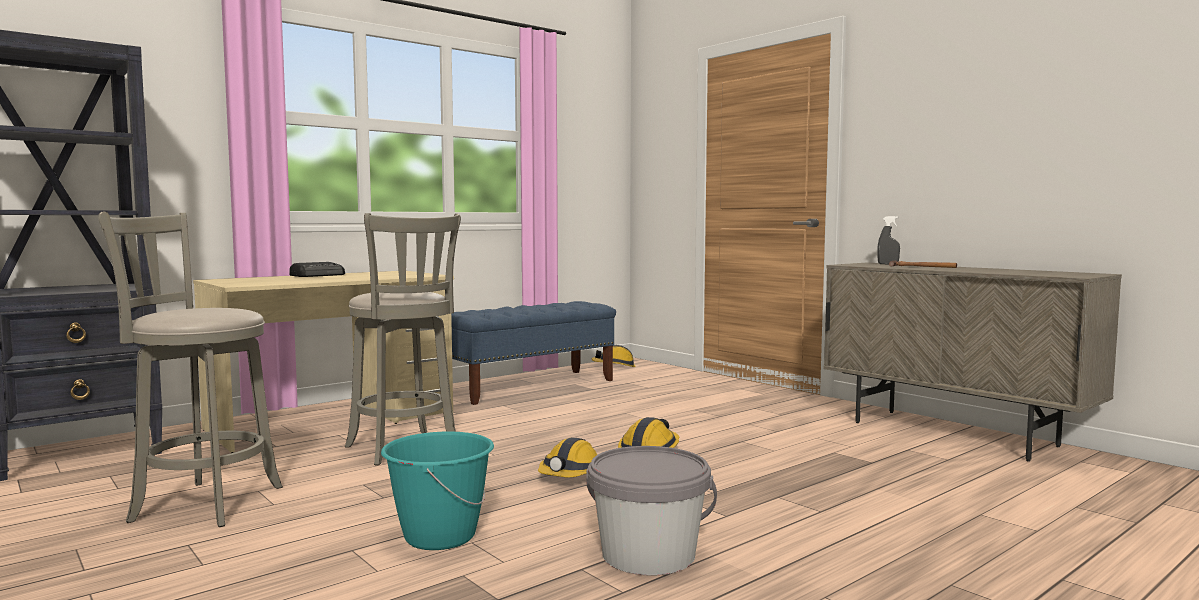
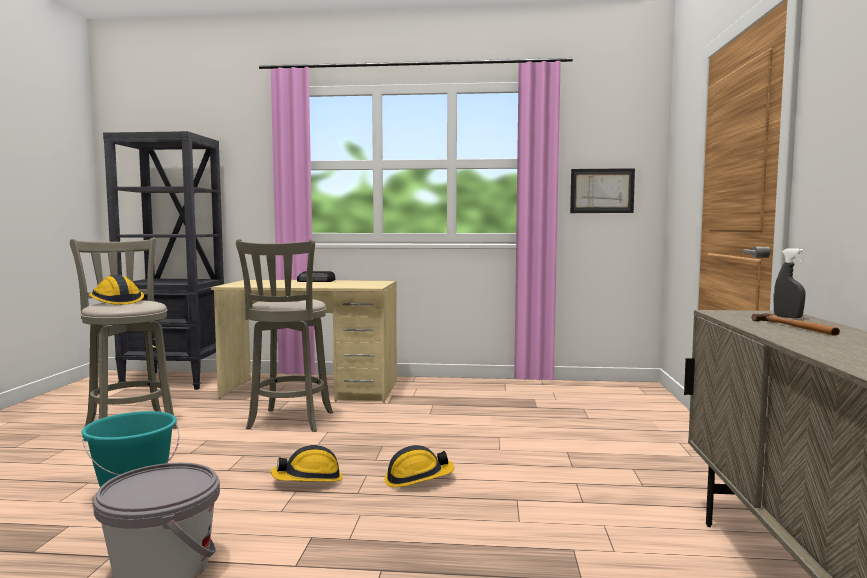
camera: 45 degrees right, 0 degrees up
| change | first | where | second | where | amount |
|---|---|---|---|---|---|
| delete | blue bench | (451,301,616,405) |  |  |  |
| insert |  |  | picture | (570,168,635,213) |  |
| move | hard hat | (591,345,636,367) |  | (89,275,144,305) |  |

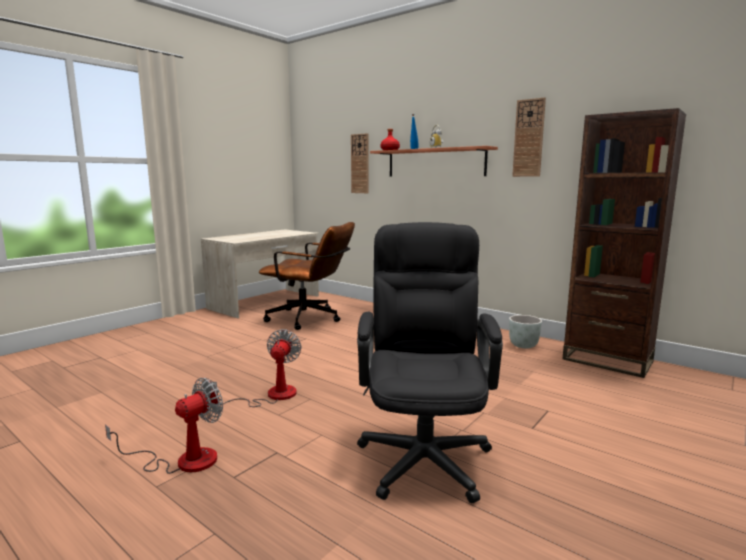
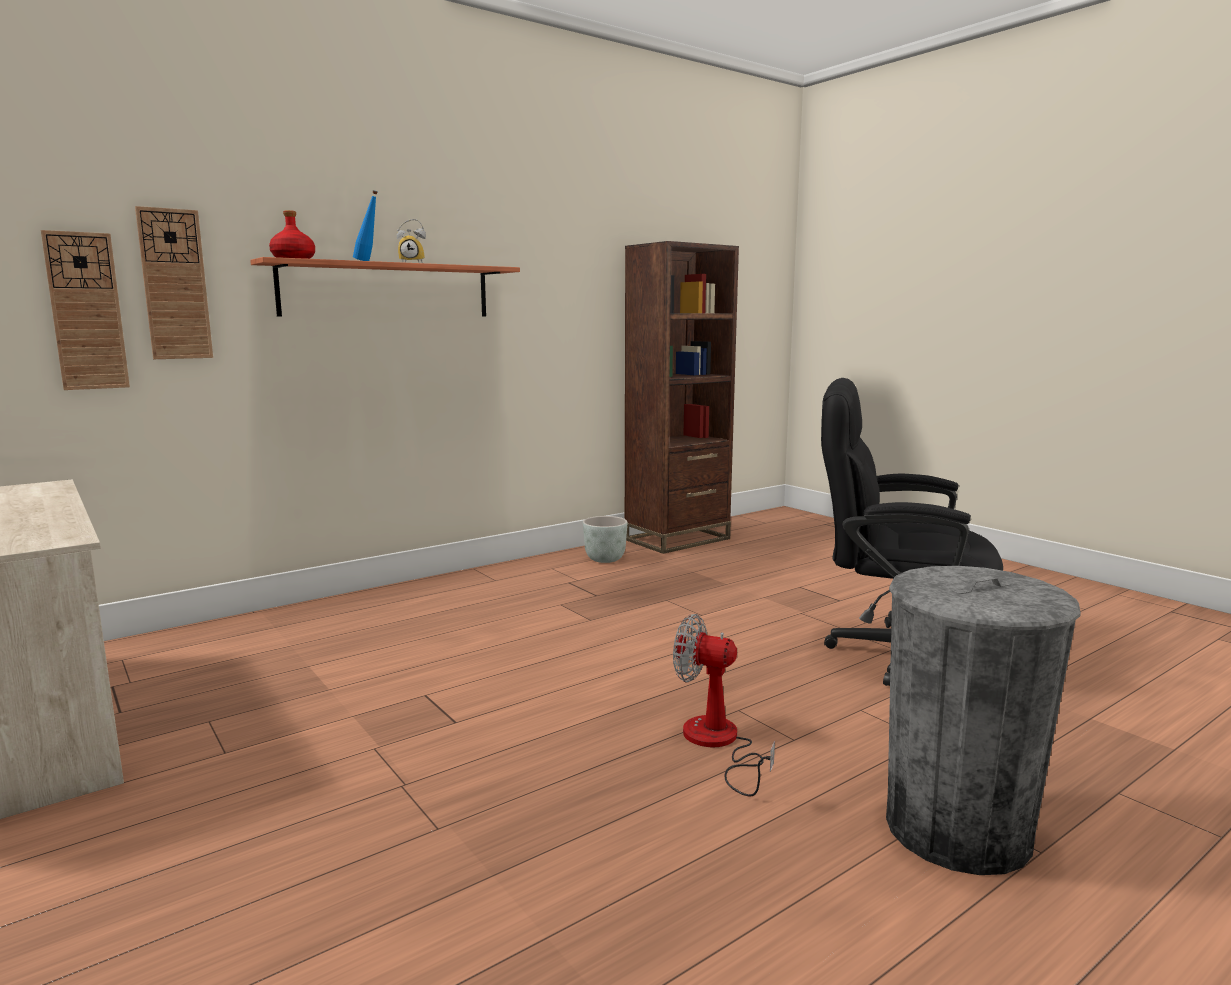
camera: 75 degrees left, 0 degrees up
| change | first | where | second | where | amount |
|---|---|---|---|---|---|
| delete | brown office chair | (259,222,355,330) |  |  |  |
| move | wall clock | (512,97,546,177) |  | (41,230,130,390) |  |
| replace | fan | (105,378,223,474) | grey trash can | (886,566,1081,875) |  |

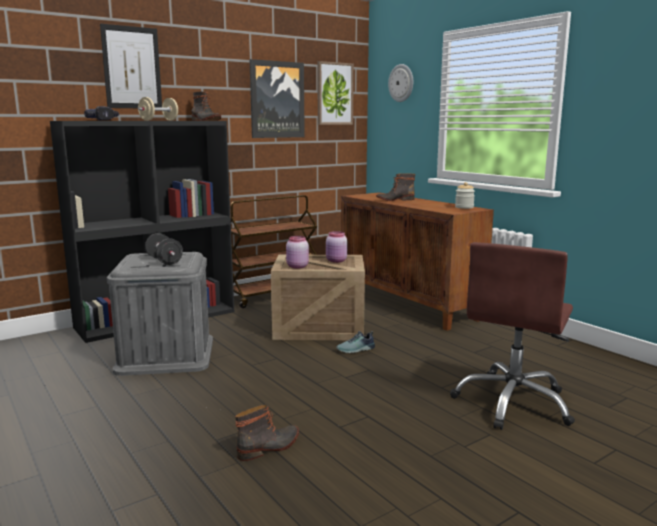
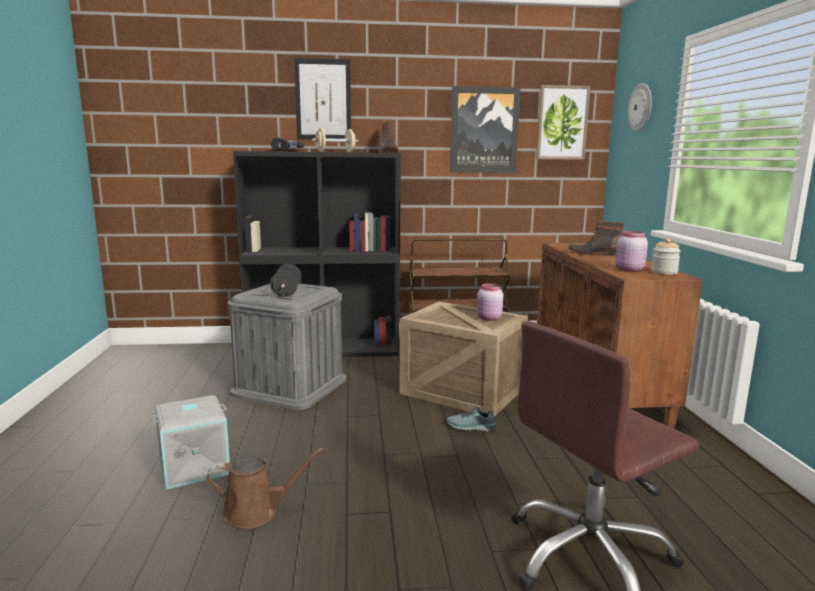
camera: 30 degrees right, 0 degrees up
| change | first | where | second | where | amount |
|---|---|---|---|---|---|
| insert |  |  | grey storage box | (152,395,230,490) |  |
| move | pink jar | (286,236,309,269) |  | (615,231,648,272) |  |
| replace | boot | (235,405,299,461) | brown watering can | (205,448,324,529) |  |

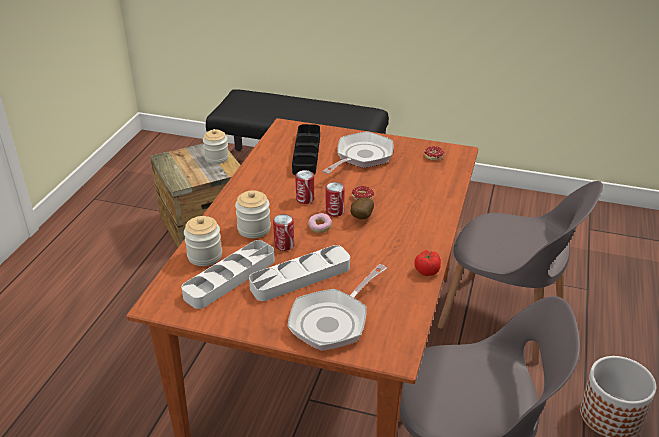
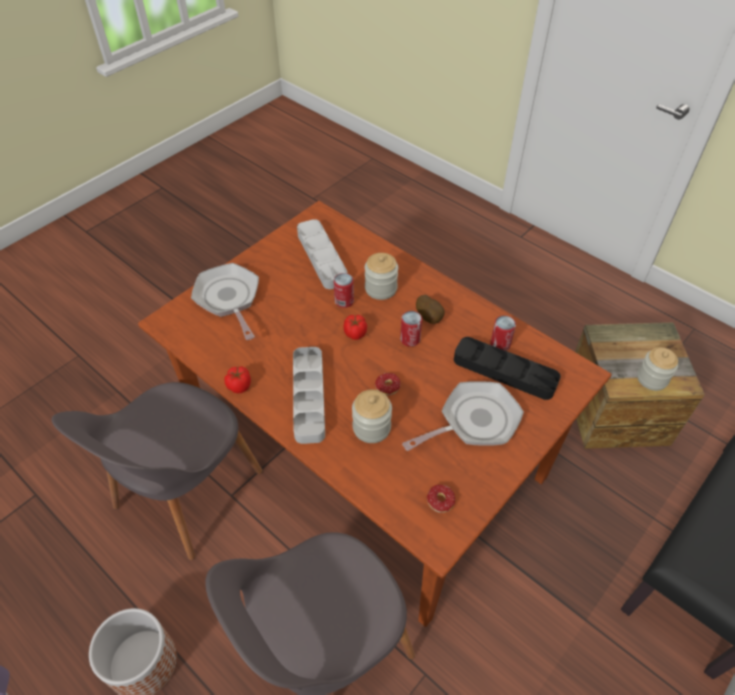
camera: 115 degrees right, 15 degrees up
| change | first | where | second | where | amount |
|---|---|---|---|---|---|
| move | jar | (184,216,222,266) |  | (352,389,392,443) |  |
| move | grey tray | (249,245,350,301) |  | (293,347,325,444) |  |
| move | can | (325,182,345,217) |  | (490,316,516,351) |  |
| move | potato | (350,198,374,219) |  | (416,295,445,324) |  |
| replace | donut | (308,213,332,233) | tomato | (343,315,367,340) |  |
| rotate | frying pan | (322,131,393,174) |  | (402,381,524,451) | 90 degrees counterclockwise |

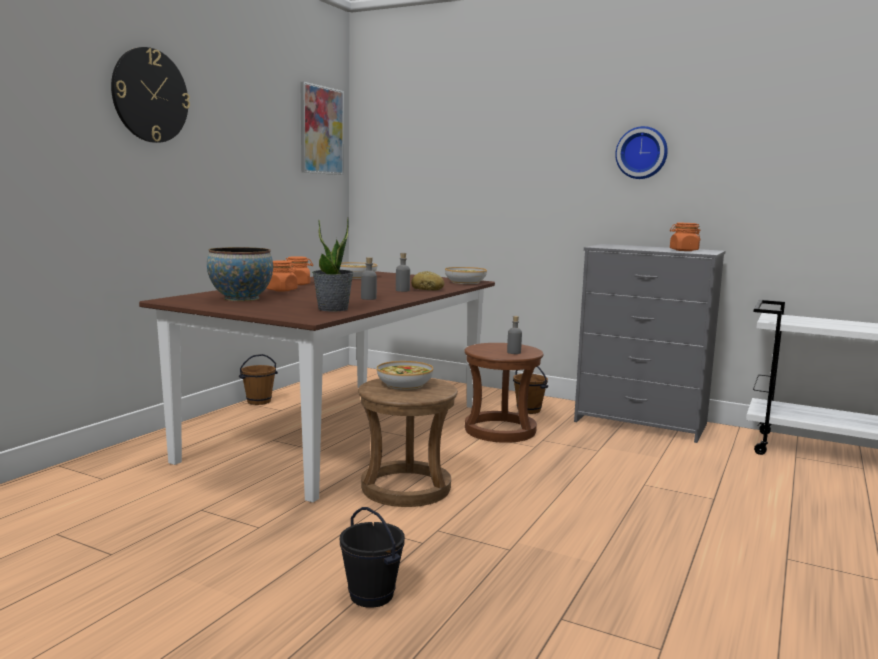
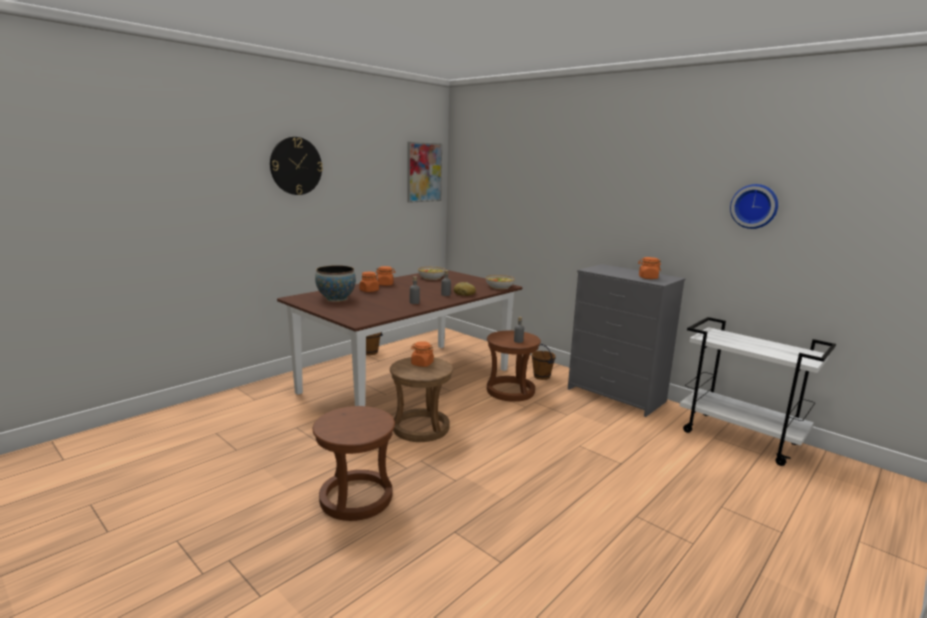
camera: 15 degrees right, 5 degrees up
| change | first | where | second | where | amount |
|---|---|---|---|---|---|
| delete | potted plant | (312,218,354,312) |  |  |  |
| move | wall clock | (615,126,668,179) |  | (730,184,778,229) |  |
| replace | black bucket | (340,507,405,608) | brown stool | (313,406,395,521) |  |
| replace | bowl | (377,361,433,390) | orange jar | (411,341,434,367) |  |

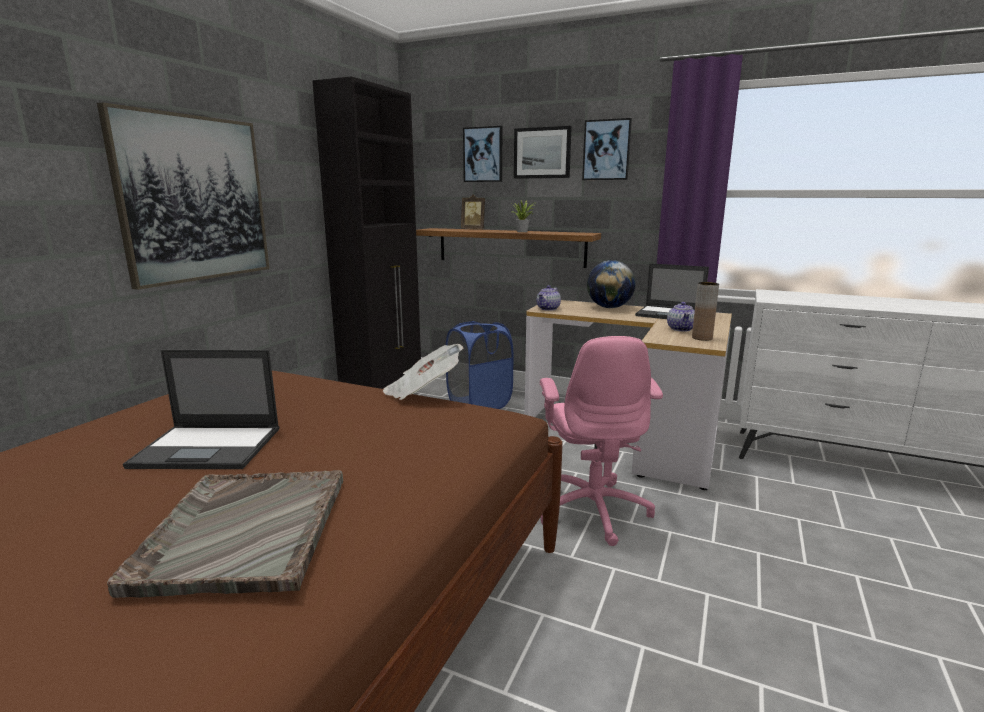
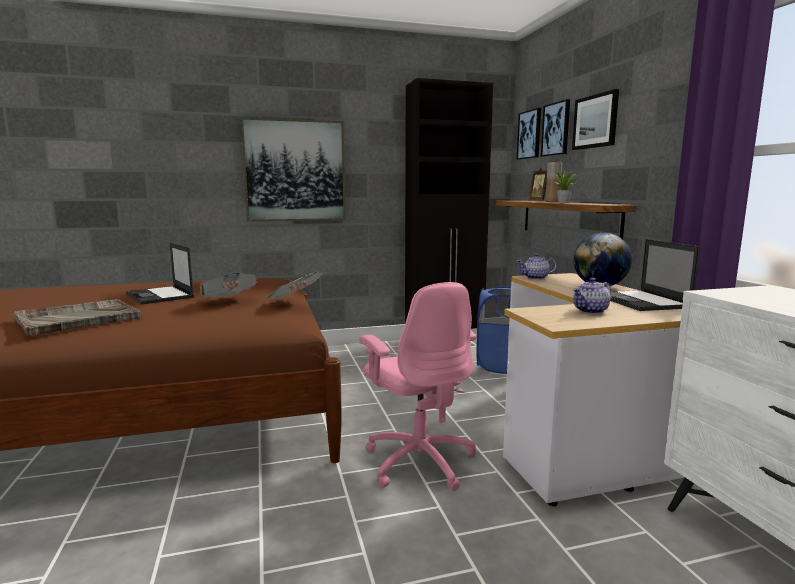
camera: 50 degrees right, 5 degrees down
| change | first | where | second | where | amount |
|---|---|---|---|---|---|
| insert |  |  | newspaper | (200,272,257,297) |  |
| move | picture | (582,118,632,180) |  | (517,108,541,160) |  |
| move | brown vase | (692,282,719,341) |  | (545,162,562,202) |  |
| rotate | pink office chair | (540,336,663,546) |  | (359,282,477,491) | 75 degrees counterclockwise |

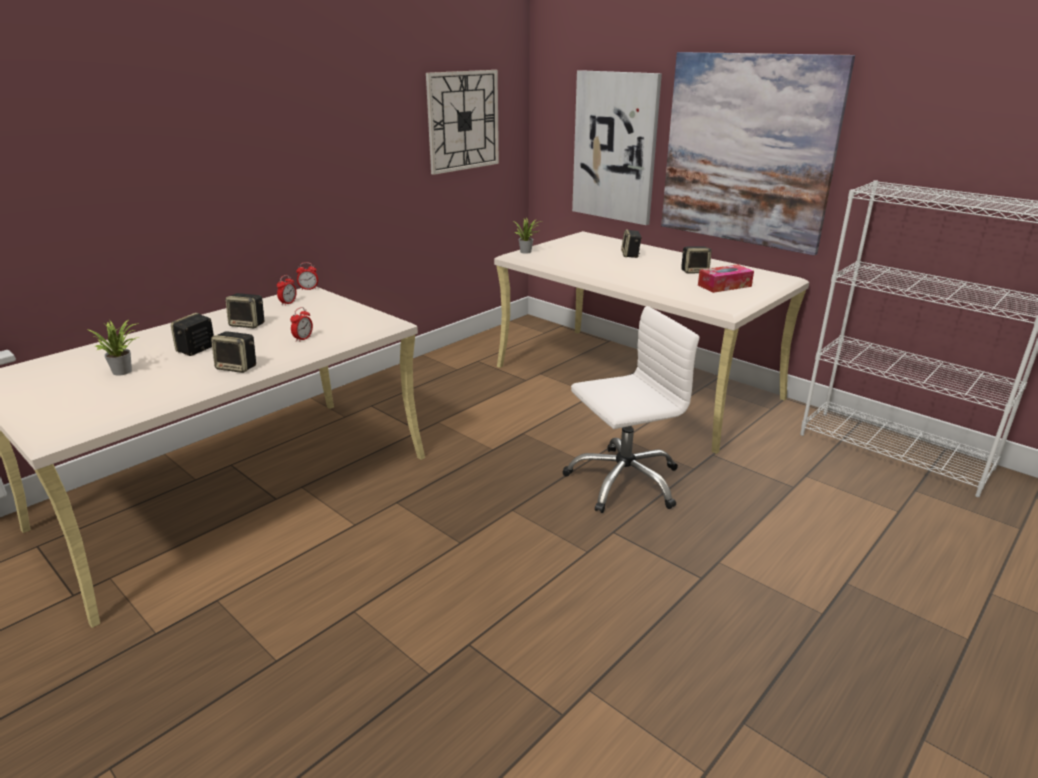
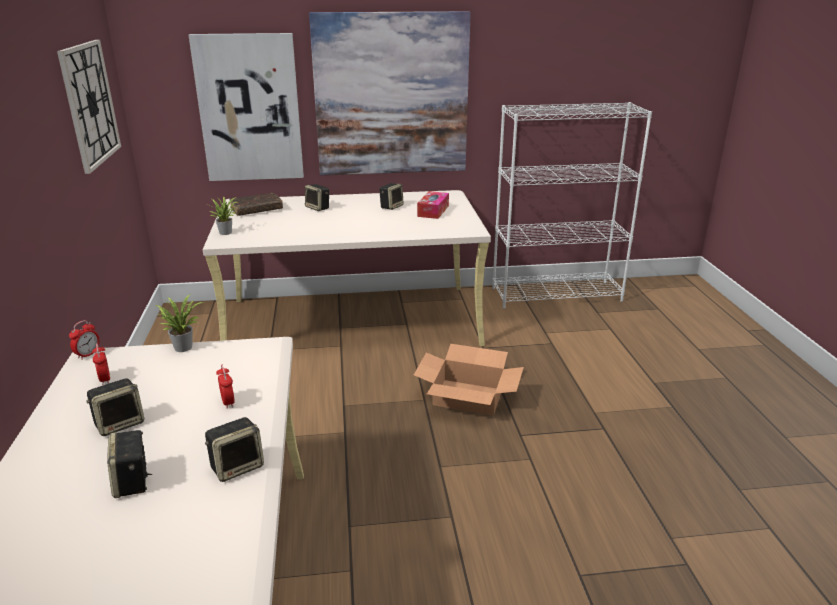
camera: 50 degrees left, 0 degrees up
| change | first | where | second | where | amount |
|---|---|---|---|---|---|
| insert |  |  | brown book | (229,193,283,216) |  |
| move | potted plant | (86,320,139,375) |  | (156,295,203,352) |  |
| replace | white office chair | (563,306,700,513) | cardboard box | (414,344,524,416) |  |

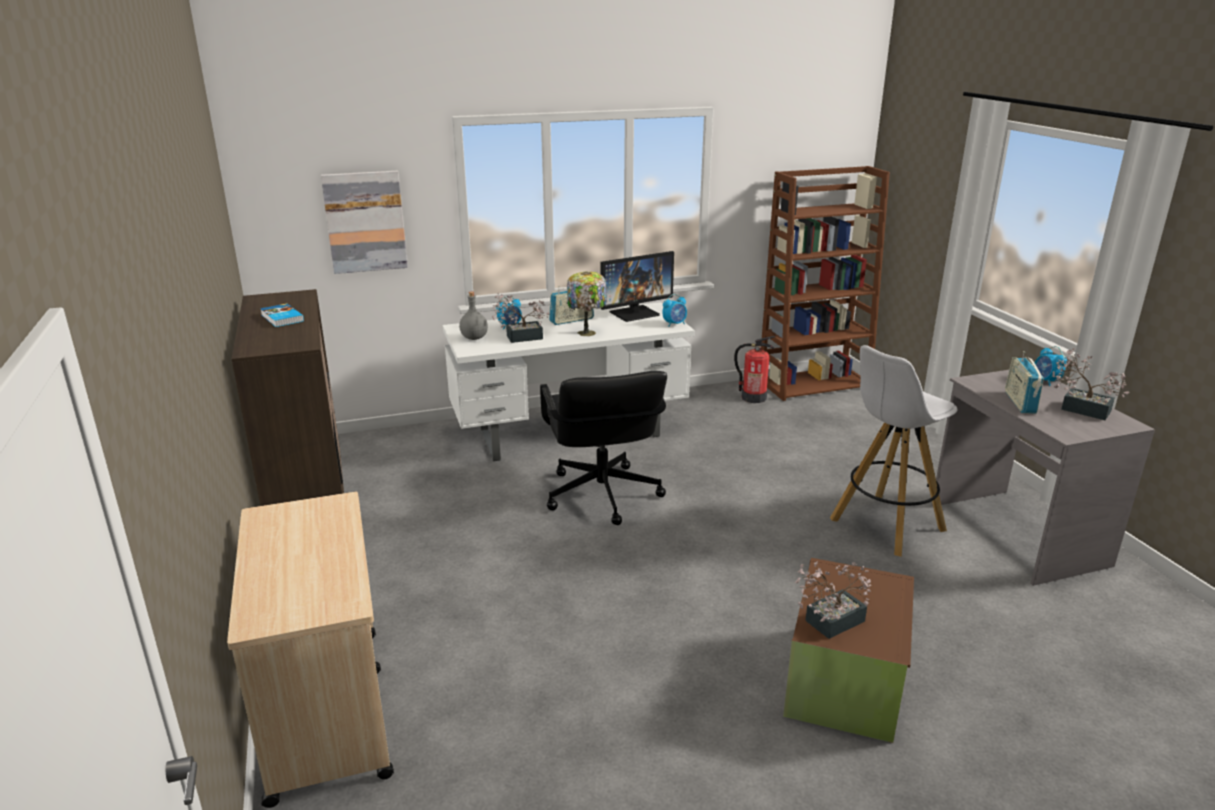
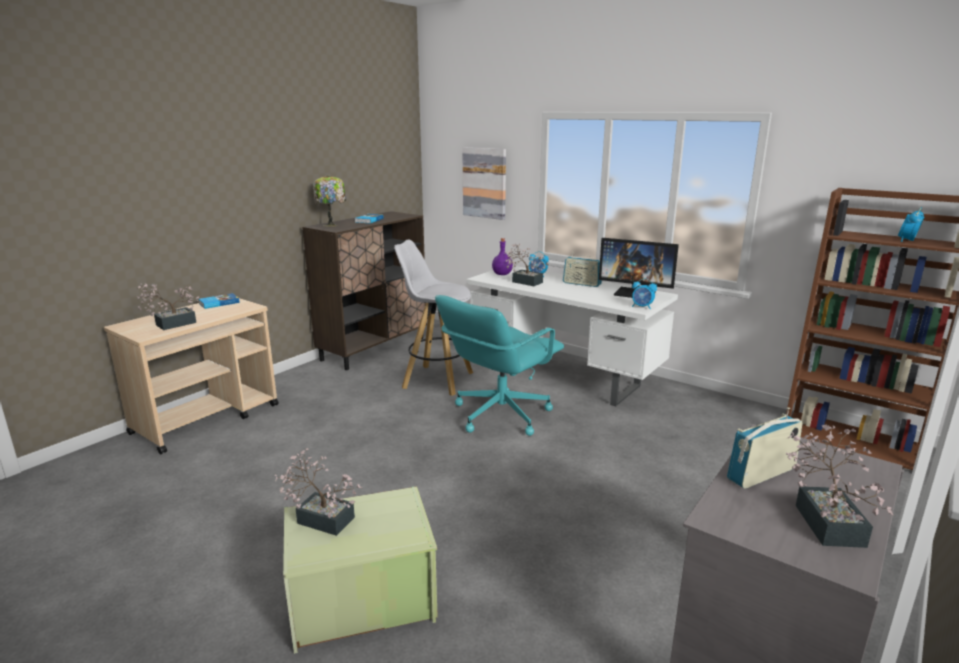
camera: 55 degrees right, 5 degrees down
| change | first | where | second | where | amount |
|---|---|---|---|---|---|
| delete | fire extinguisher | (734,336,775,403) |  |  |  |
| insert |  |  | potted plant | (137,283,199,330) |  |
| insert |  |  | book | (199,293,240,309) |  |
| move | table lamp | (567,271,607,336) |  | (313,175,346,227) |  |
| move | white stool | (830,345,958,557) |  | (394,239,473,396) |  |
| move | alarm clock | (1035,346,1067,386) |  | (898,207,924,242) |  |
| recolor | grey bottle | (459,292,488,340) | purple bottle | (492,238,513,275) |  |
| recolor | black office chair | (540,371,667,525) | turquoise office chair | (435,295,564,436) |  |
| recolor | brown storage box | (783,558,914,743) | green storage box | (283,487,438,654) |  |

